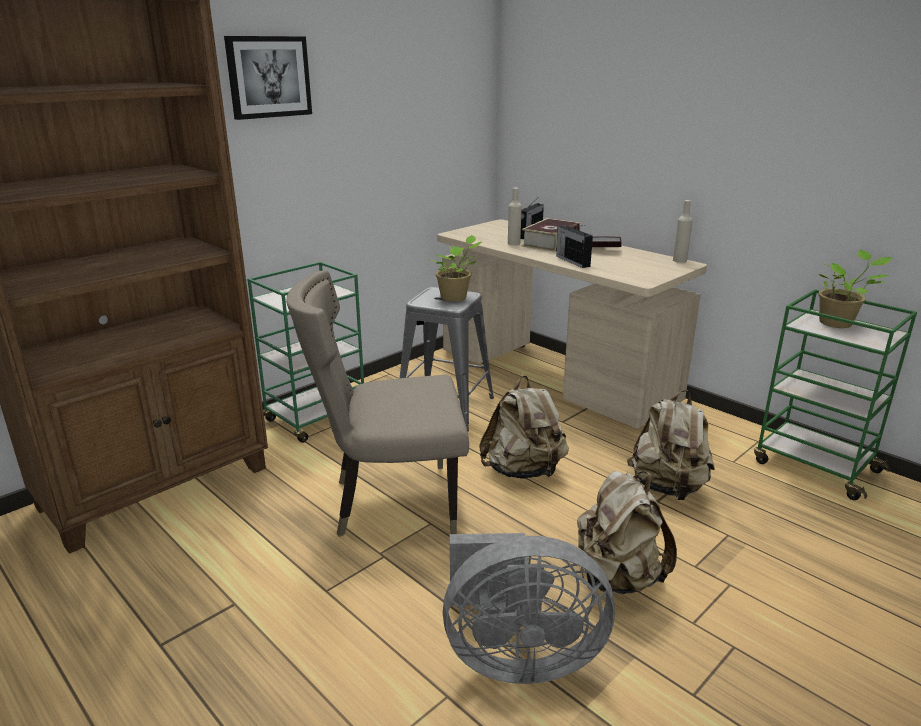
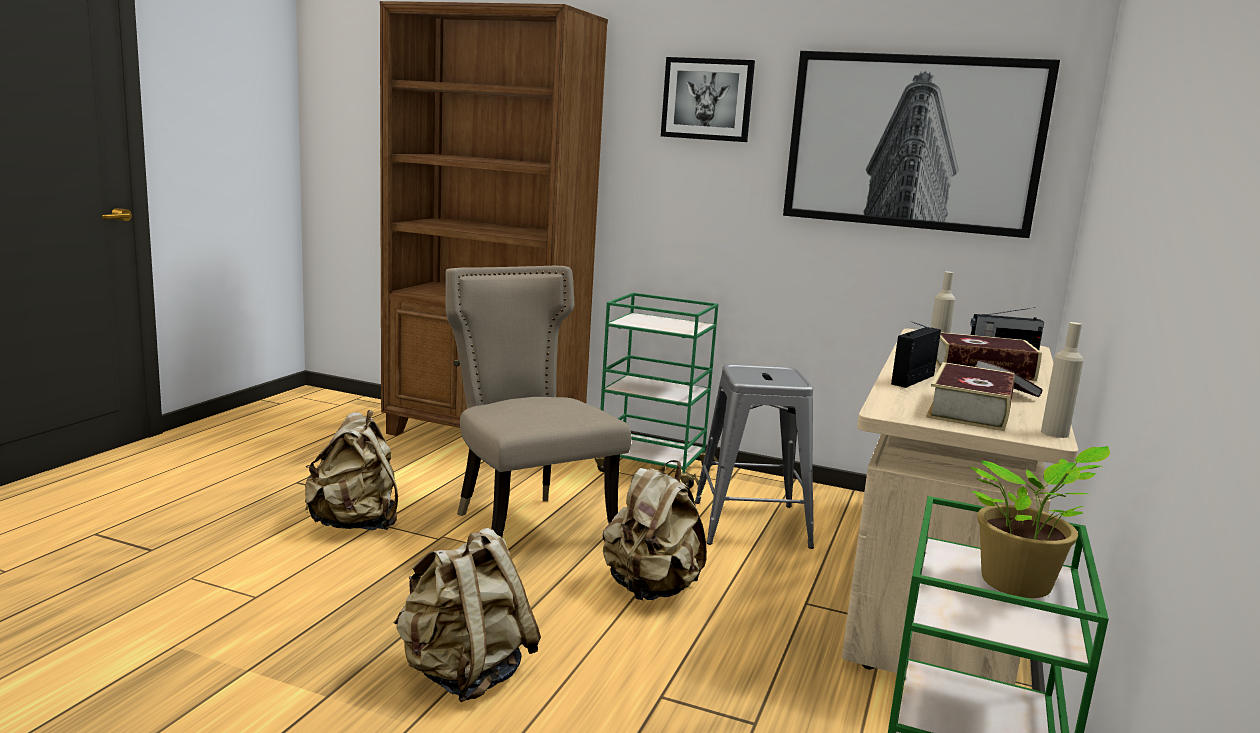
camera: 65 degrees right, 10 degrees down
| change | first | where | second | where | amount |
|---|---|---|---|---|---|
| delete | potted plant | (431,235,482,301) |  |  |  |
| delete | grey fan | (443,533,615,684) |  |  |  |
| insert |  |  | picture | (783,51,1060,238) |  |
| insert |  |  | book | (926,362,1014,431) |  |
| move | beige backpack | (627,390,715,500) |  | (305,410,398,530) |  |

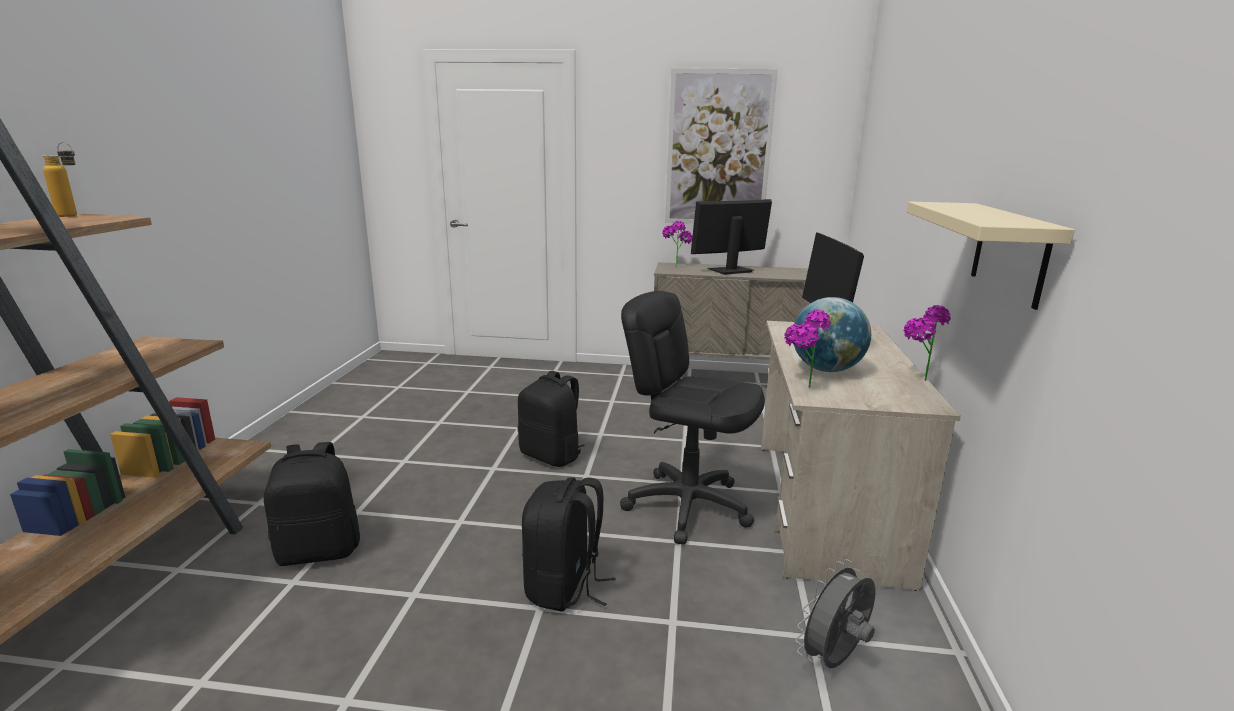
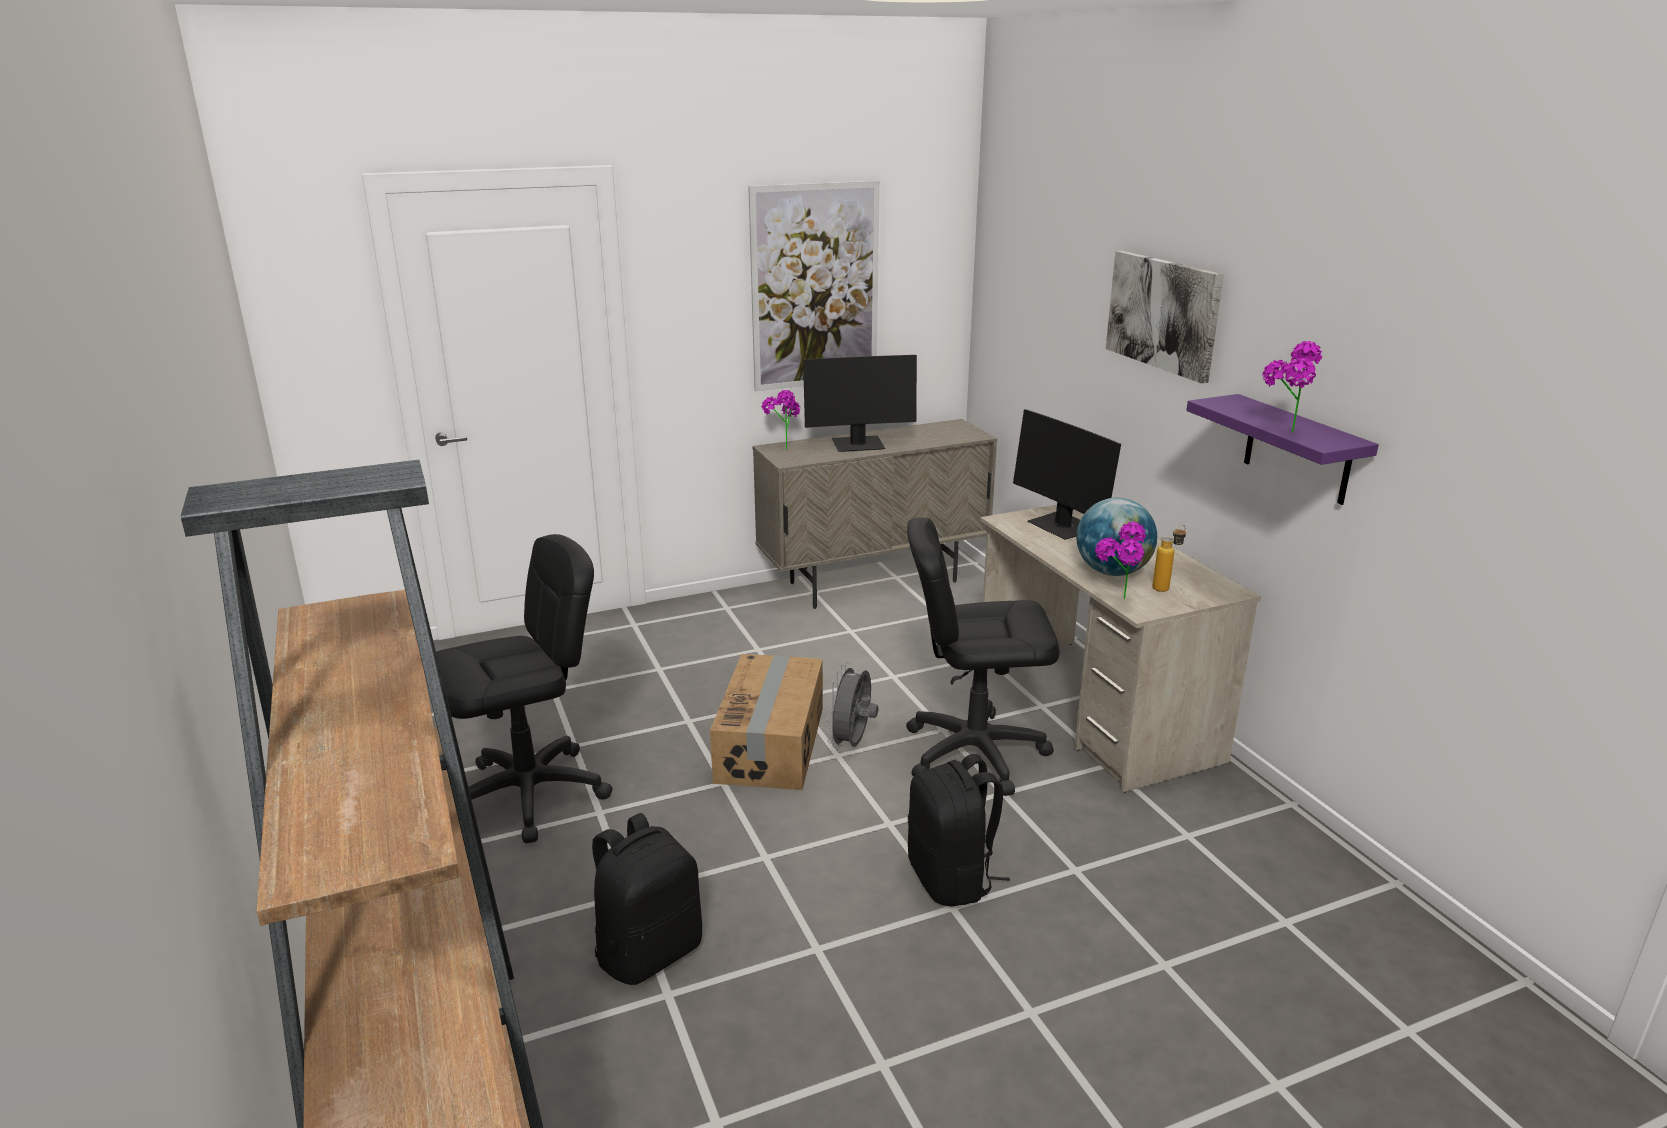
camera: 30 degrees left, 5 degrees up
| change | first | where | second | where | amount |
|---|---|---|---|---|---|
| insert |  |  | black office chair | (436,534,612,843) |  |
| insert |  |  | picture | (1106,251,1224,383) |  |
| move | bottle | (42,142,77,217) |  | (1153,525,1186,592) |  |
| move | grey fan | (795,559,876,668) |  | (826,662,878,749) |  |
| move | potted plant | (904,305,951,381) |  | (1262,341,1322,433) |  |
| replace | black backpack | (518,371,585,467) | cardboard box | (710,654,823,790) |  |
| recolor | beige shelf | (907,201,1075,310) | purple shelf | (1186,394,1379,505) |  |
| rotate | monitor | (691,199,772,275) |  | (803,355,917,452) | 135 degrees counterclockwise |

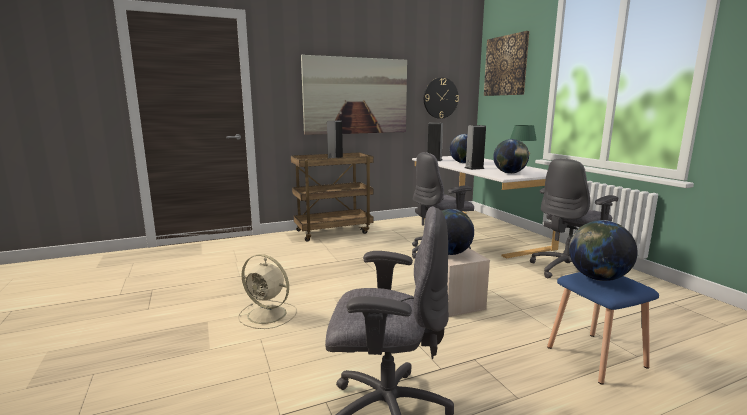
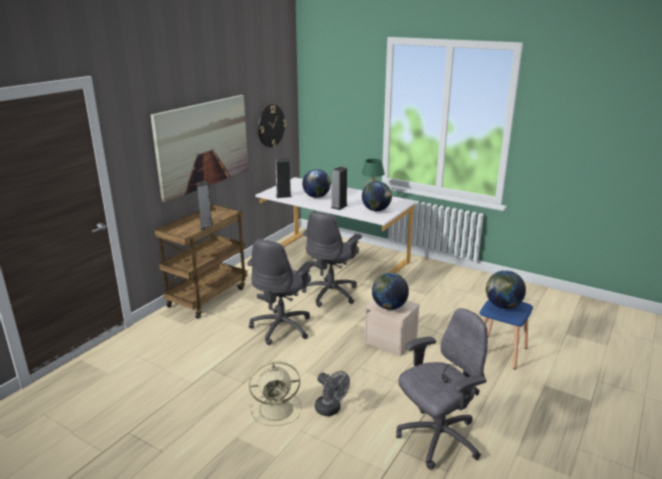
camera: 35 degrees left, 10 degrees up
| change | first | where | second | where | amount |
|---|---|---|---|---|---|
| delete | picture | (484,31,529,96) |  |  |  |
| insert |  |  | grey fan | (315,371,350,416) |  |
| move | grey office chair | (530,158,618,278) |  | (247,239,314,345) |  |

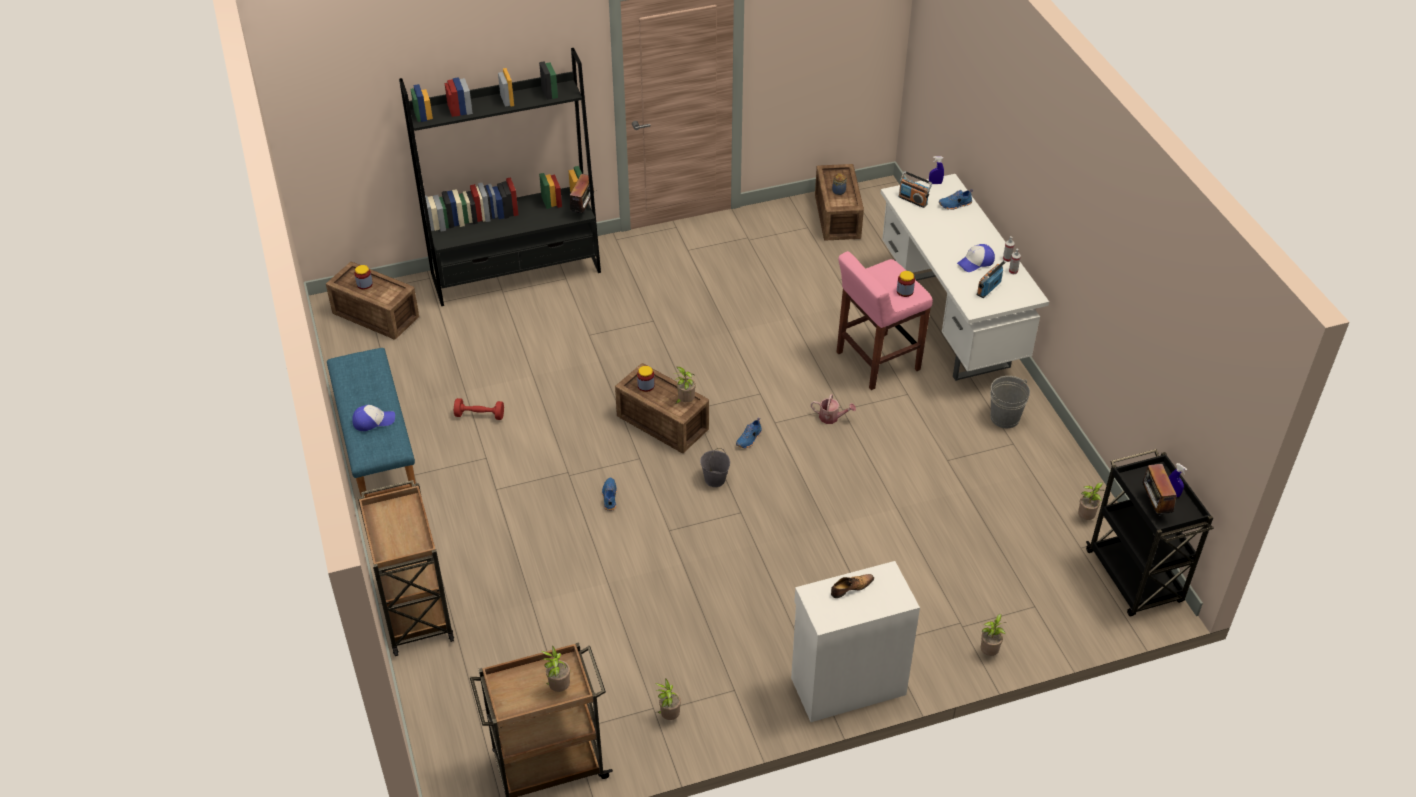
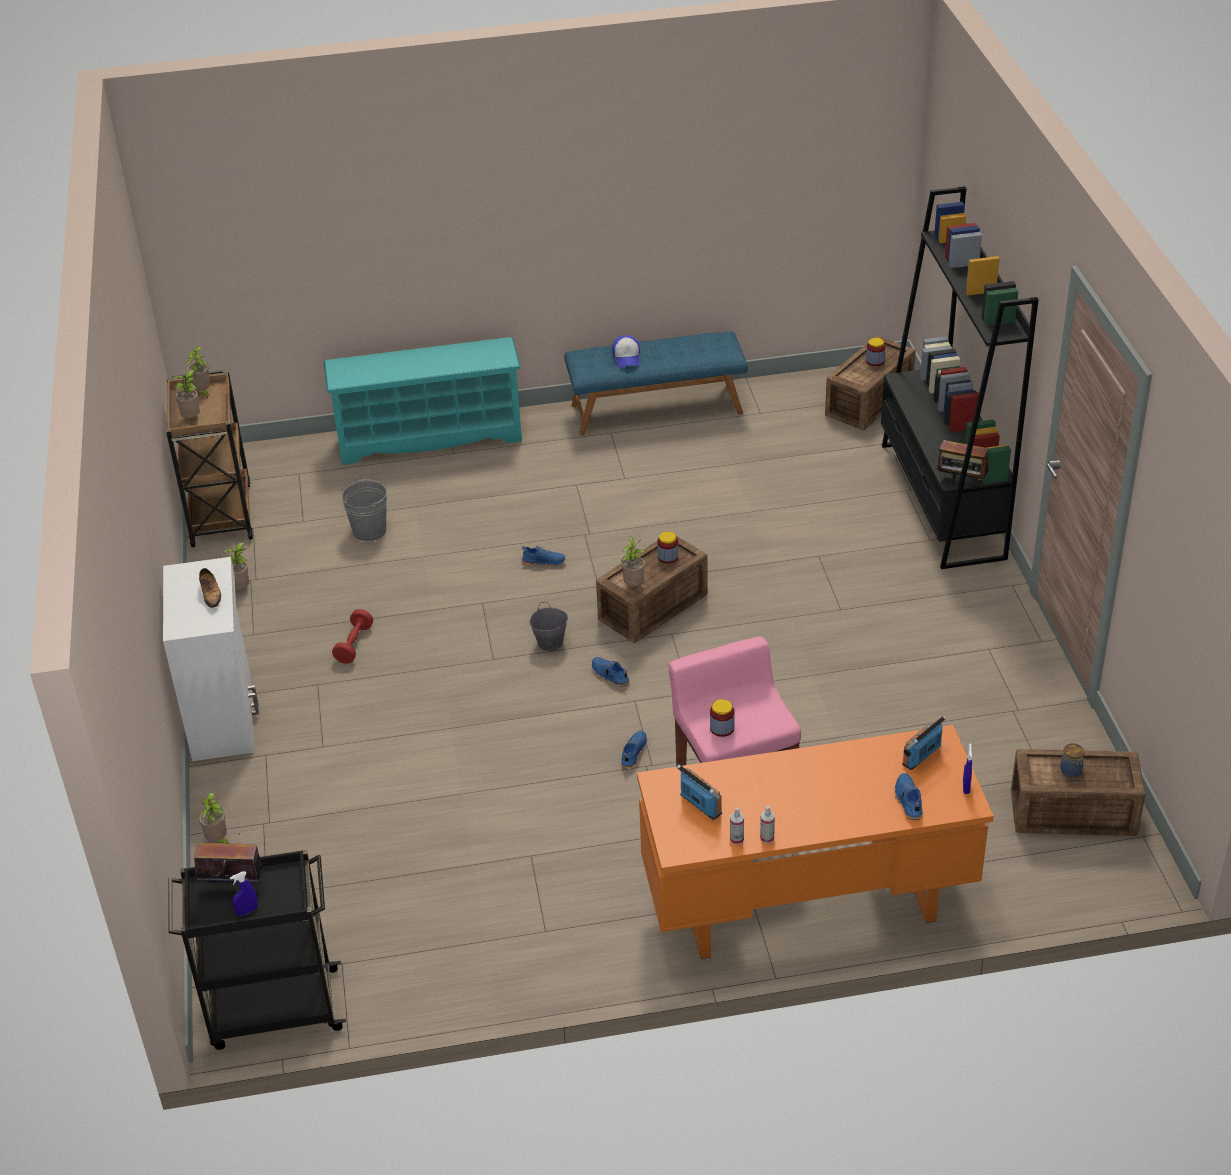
camera: 100 degrees right, 5 degrees down
| change | first | where | second | where | amount |
|---|---|---|---|---|---|
| delete | cap | (957,244,995,272) |  |  |  |
| move | red dumbbell | (454,398,504,420) |  | (332,609,373,664) |  |
| move | grey bucket | (990,376,1030,428) |  | (342,479,387,541) |  |
| move | potted plant | (1078,482,1104,520) |  | (186,347,210,398) |  |
| replace | brown cart | (358,480,454,656) | turquoise shoe rack | (324,337,522,465) |  |
| replace | watering can | (811,394,856,424) | blue shoe | (621,730,647,770) |  |
| recolor | white desk | (881,174,1049,381) | orange desk | (637,725,994,959) |  |

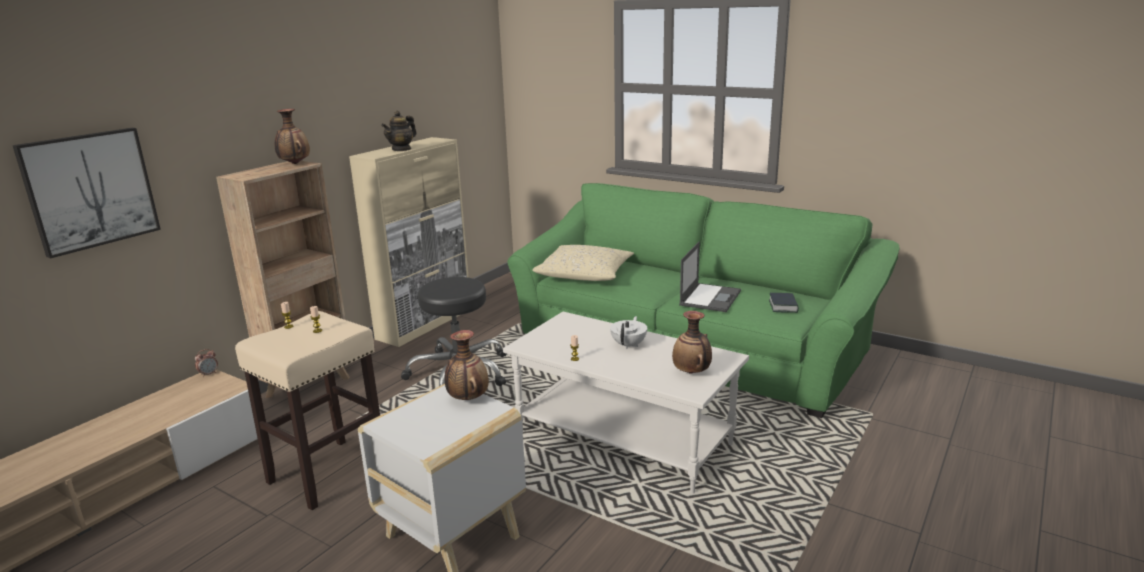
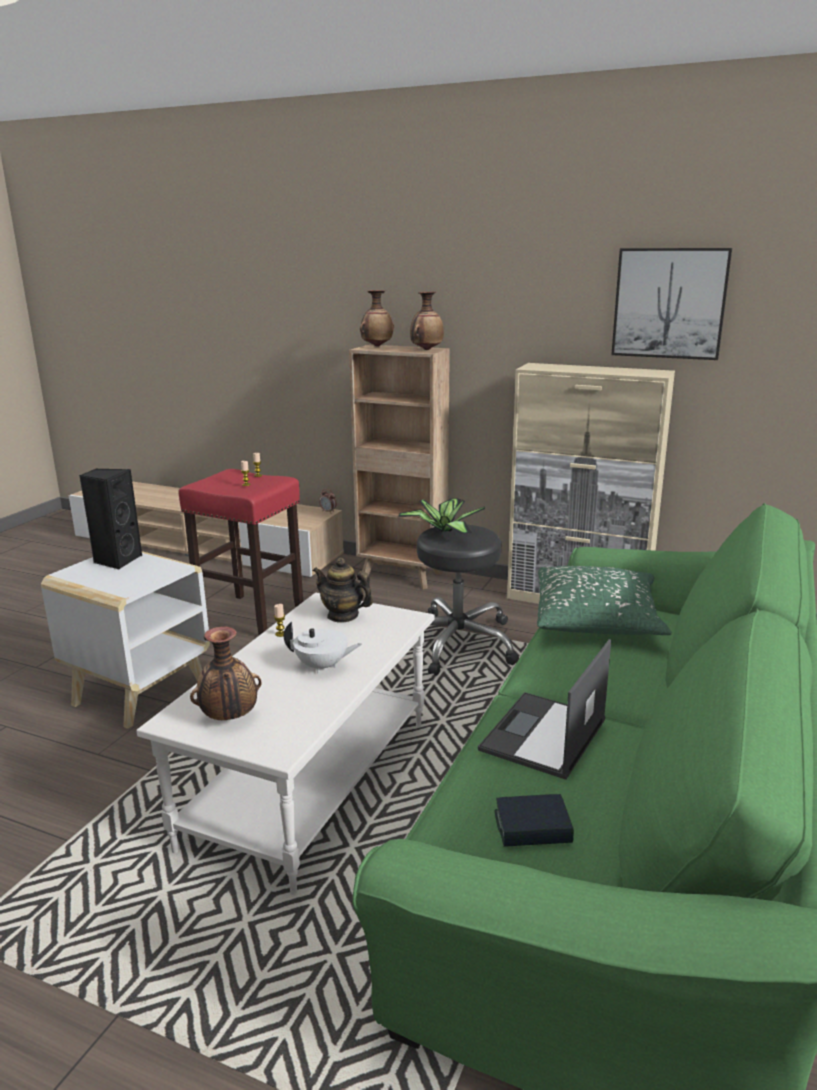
camera: 80 degrees right, 0 degrees up
| change | first | where | second | where | amount |
|---|---|---|---|---|---|
| insert |  |  | black speaker | (79,468,143,570) |  |
| insert |  |  | potted plant | (398,498,485,534) |  |
| move | picture | (12,128,161,259) |  | (611,248,732,360) |  |
| move | teapot | (381,111,417,151) |  | (313,558,373,623) |  |
| move | vase | (445,330,489,400) |  | (360,290,394,347) |  |
| recolor | beige stool | (235,311,380,510) | red stool | (178,469,303,635) |  |
| recolor | beige pillow | (532,245,634,281) | green pillow | (537,566,672,635) |  |
| rotate | laptop | (679,242,741,312) |  | (478,639,611,780) | 105 degrees clockwise |

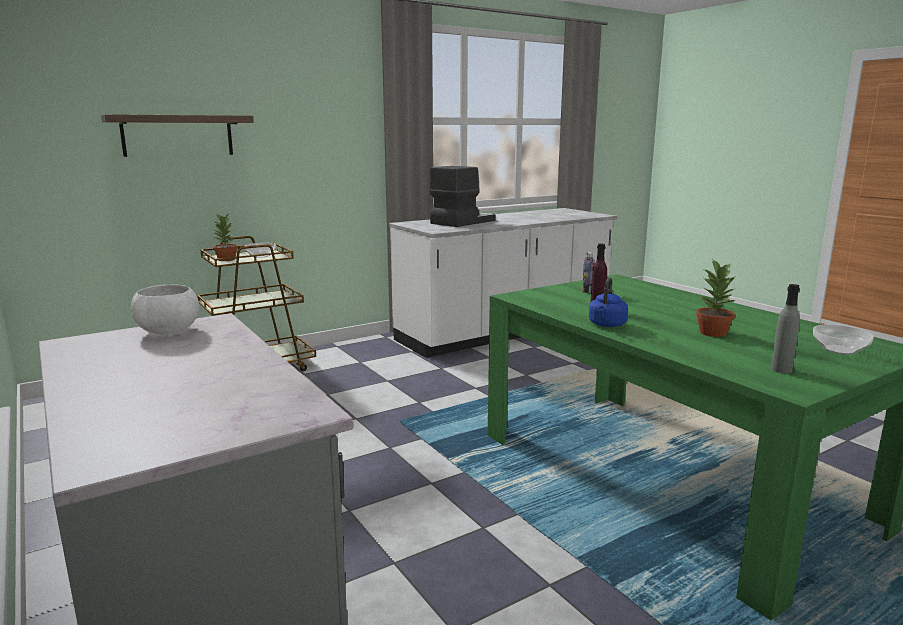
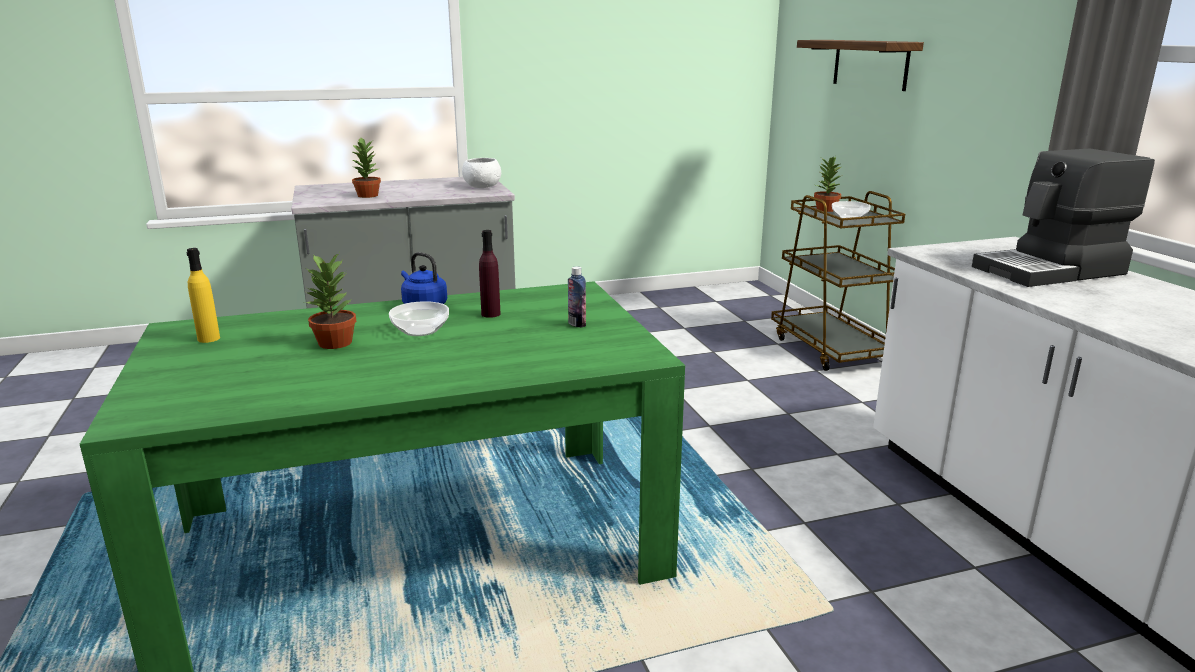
camera: 105 degrees right, 5 degrees up
| change | first | where | second | where | amount |
|---|---|---|---|---|---|
| insert |  |  | potted plant | (351,138,381,198) |  |
| move | bowl | (813,324,874,355) |  | (389,301,449,336) |  |
| recolor | grey bottle | (771,284,800,373) | yellow bottle | (186,248,220,343) |  |
| rotate | coffee machine | (430,166,496,227) |  | (972,149,1155,287) | 105 degrees clockwise |

